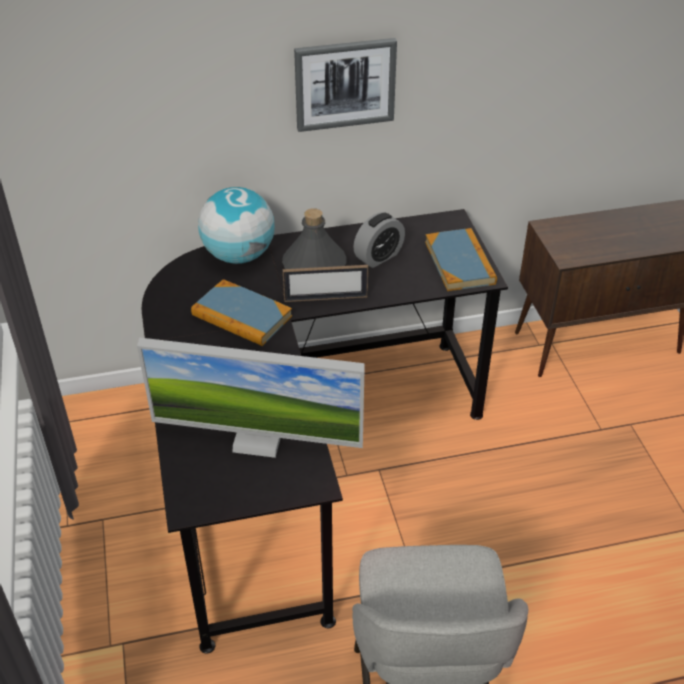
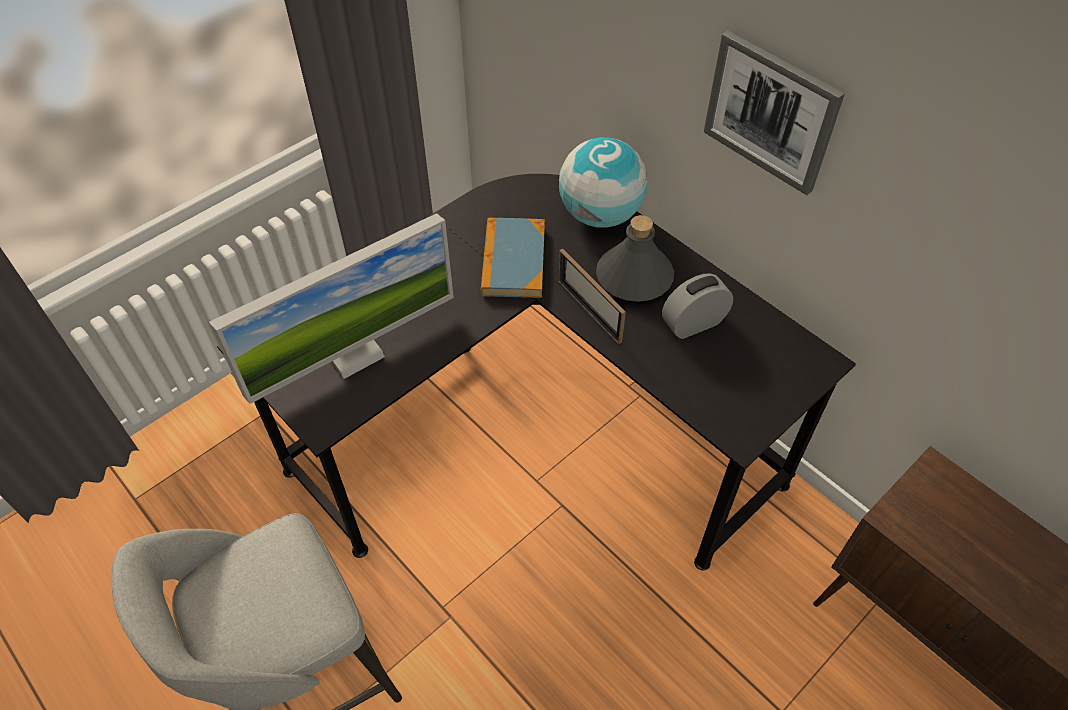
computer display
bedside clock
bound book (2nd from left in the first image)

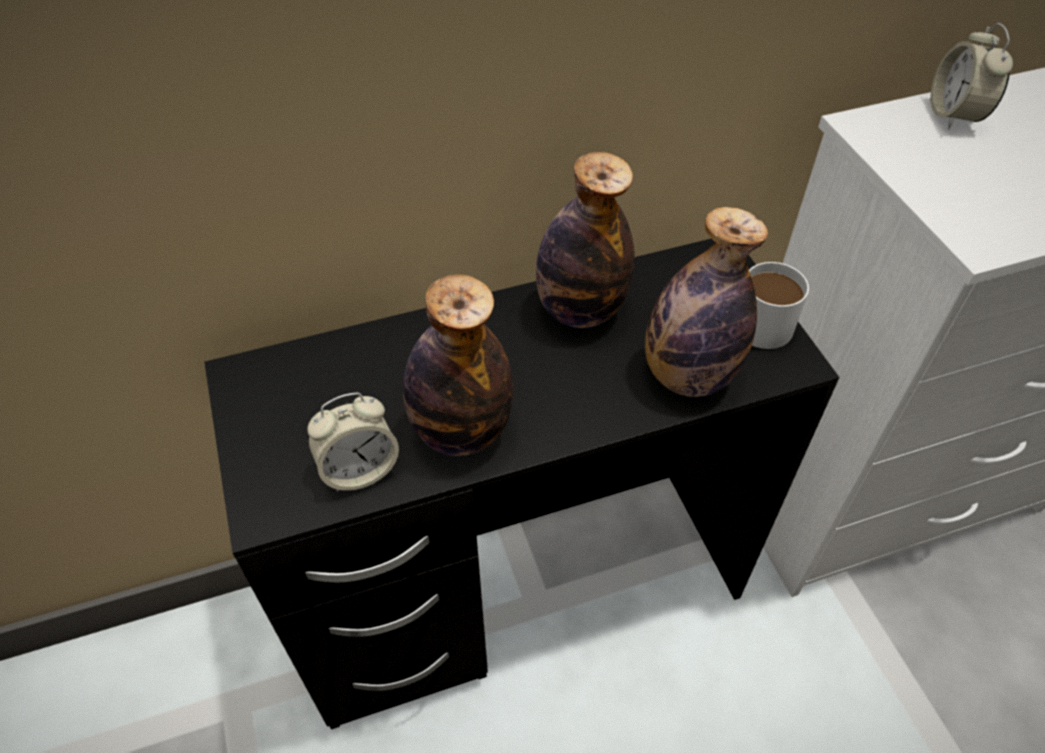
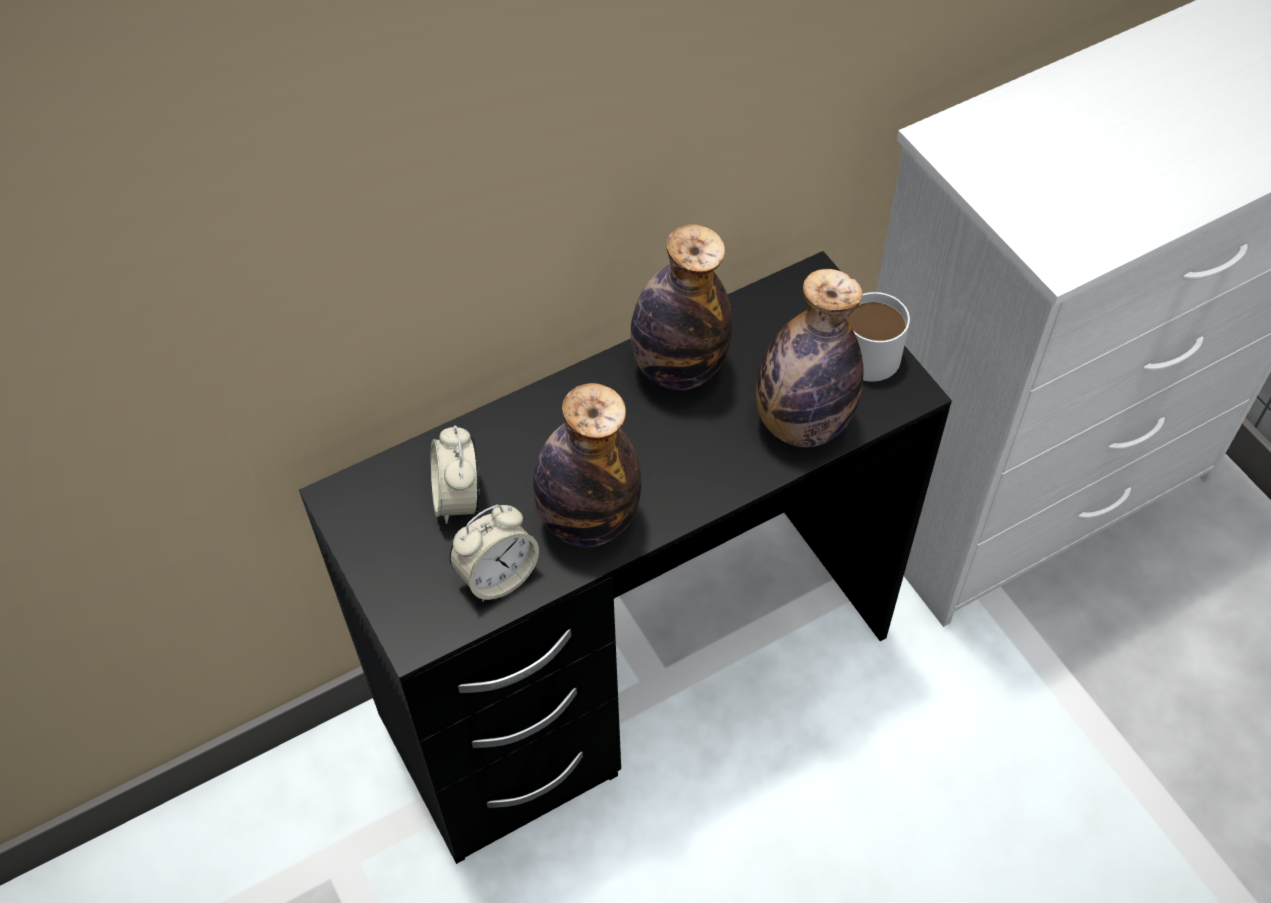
bedside clock (1st from left)

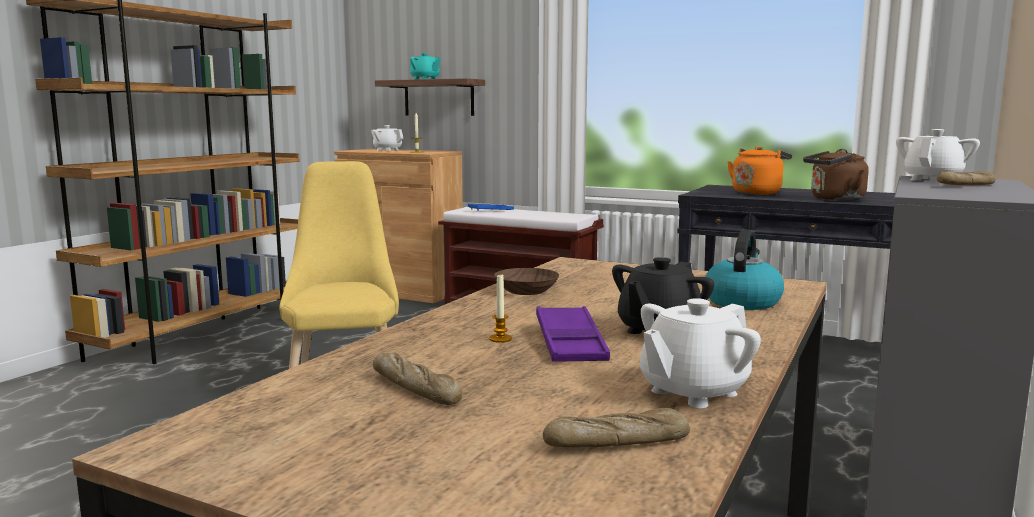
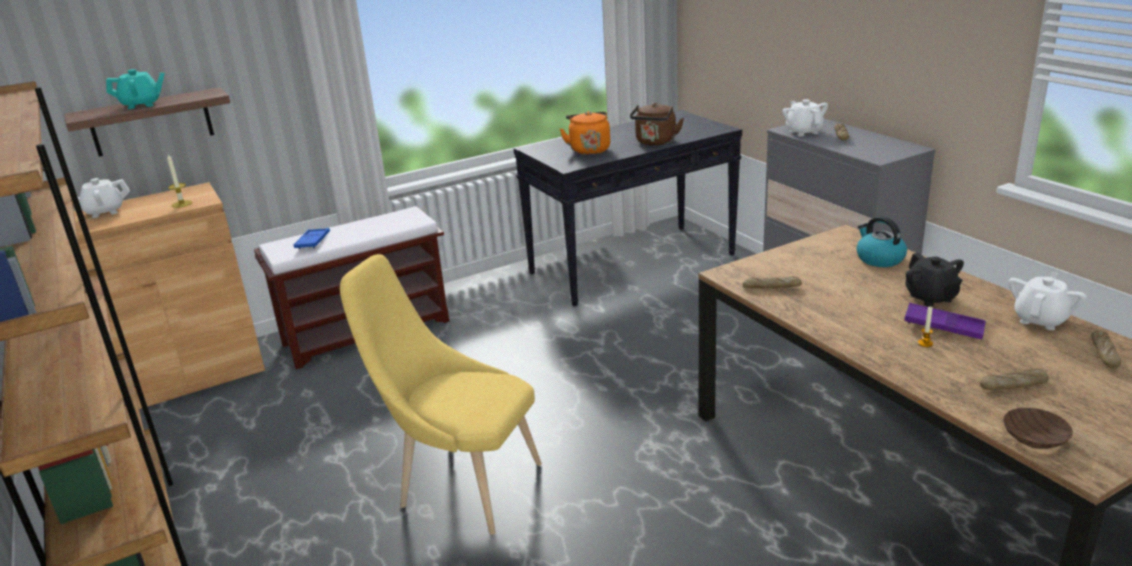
baked bread (1st from left)
bowl/brown-coloured
teapot/whitish (3rd from left)

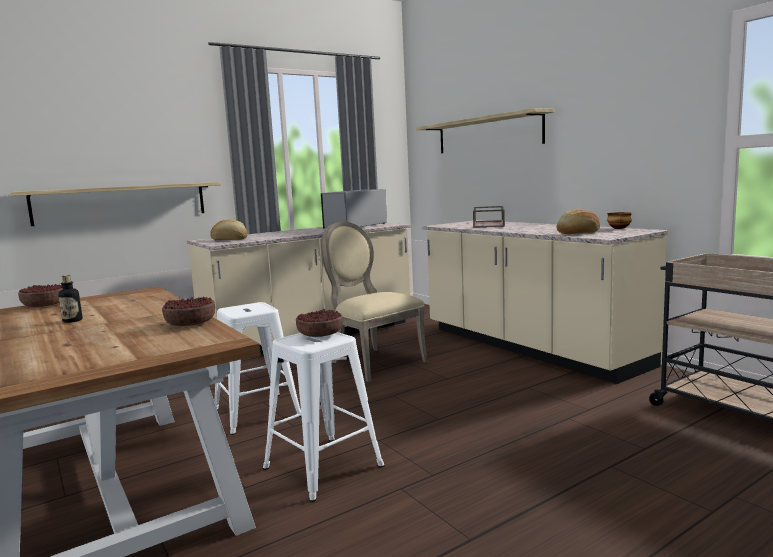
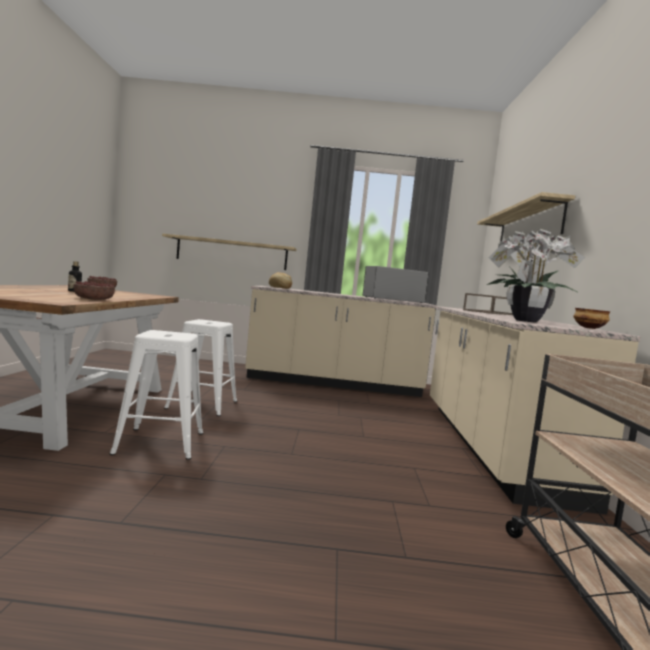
houseplant
bowl (3rd from left in the first image)
chair/sand-coloured

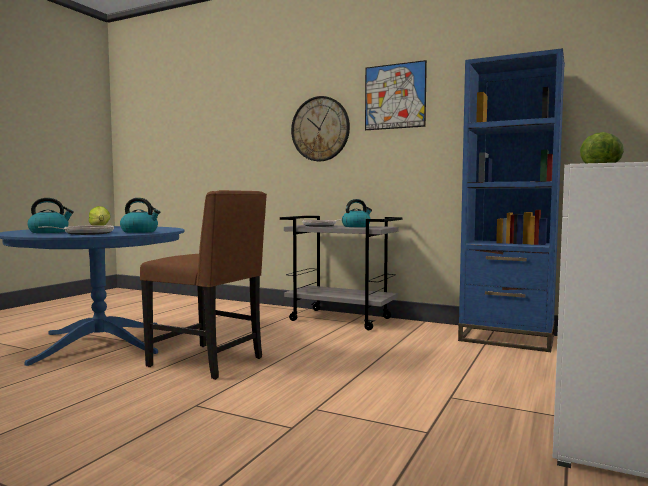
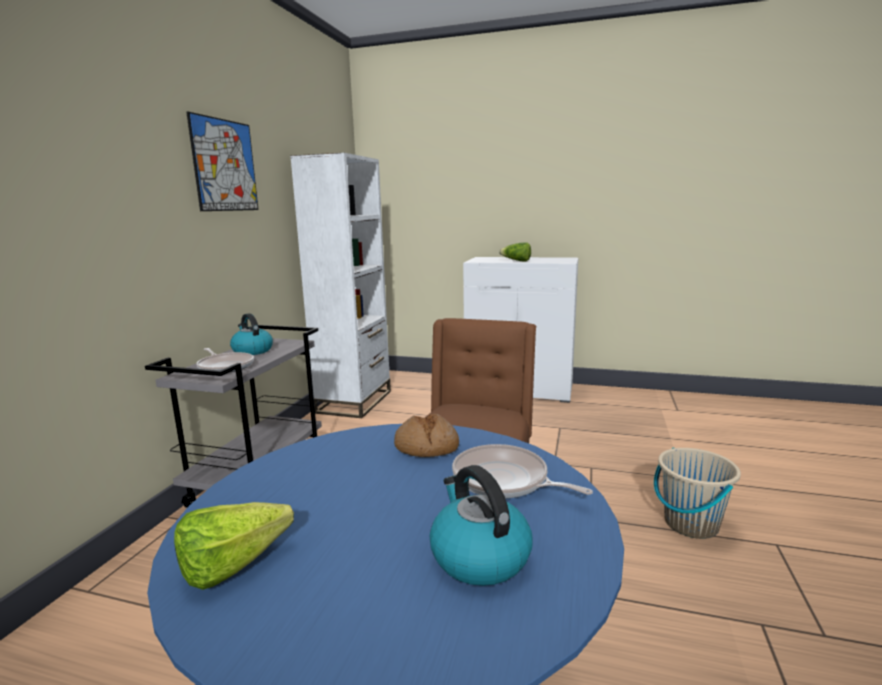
bookshelf/whitish
baked bread
bucket/sand-coloured
clock on the wall

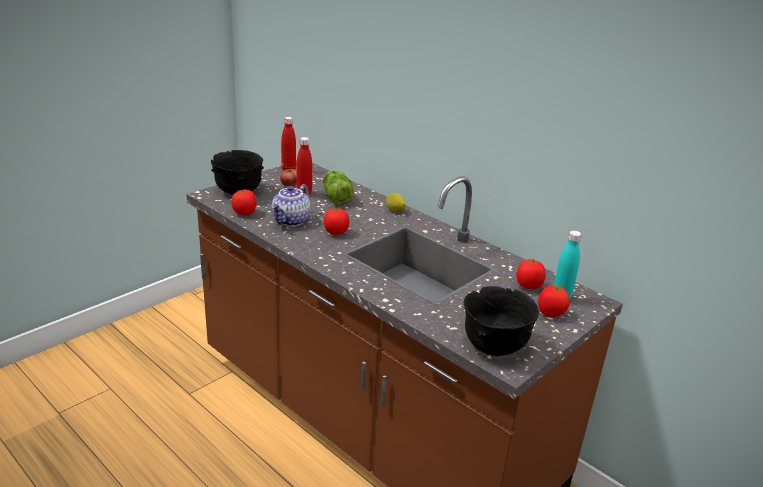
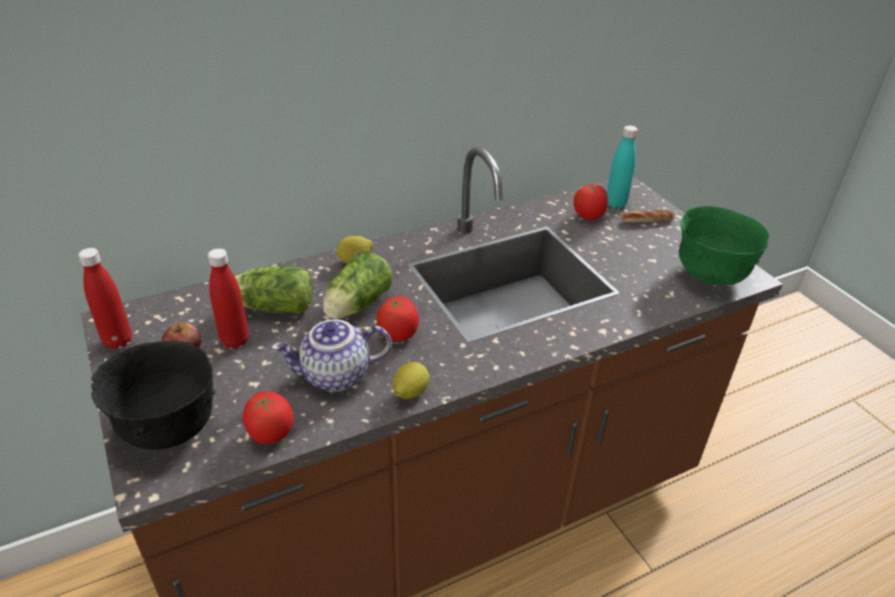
teapot
head of lettuce (2nd from left)
lemon (2nd from left)
baked bread
bowl/greenish

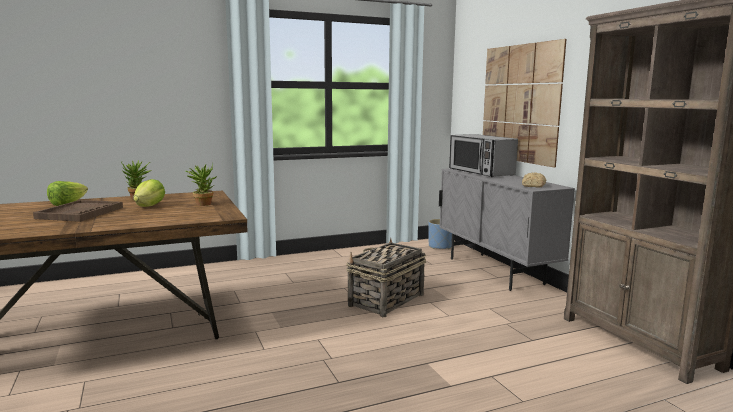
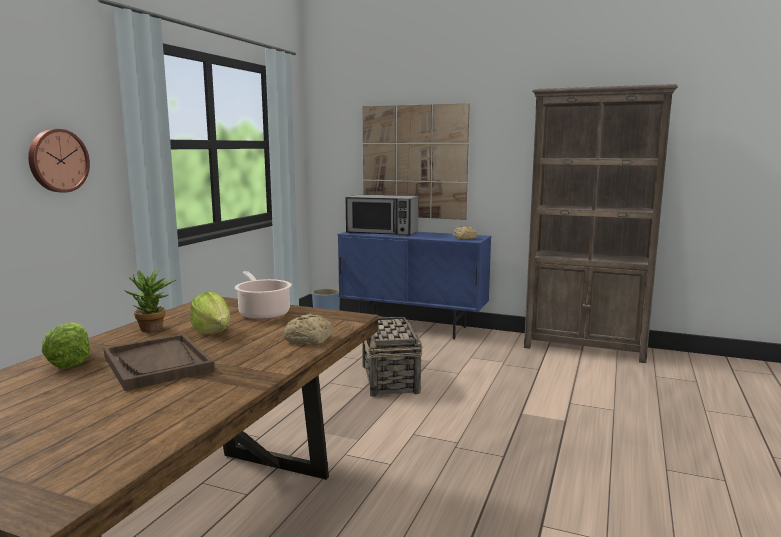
clock on the wall
stockpot
baked bread (1st from left)
cabinet/bluish

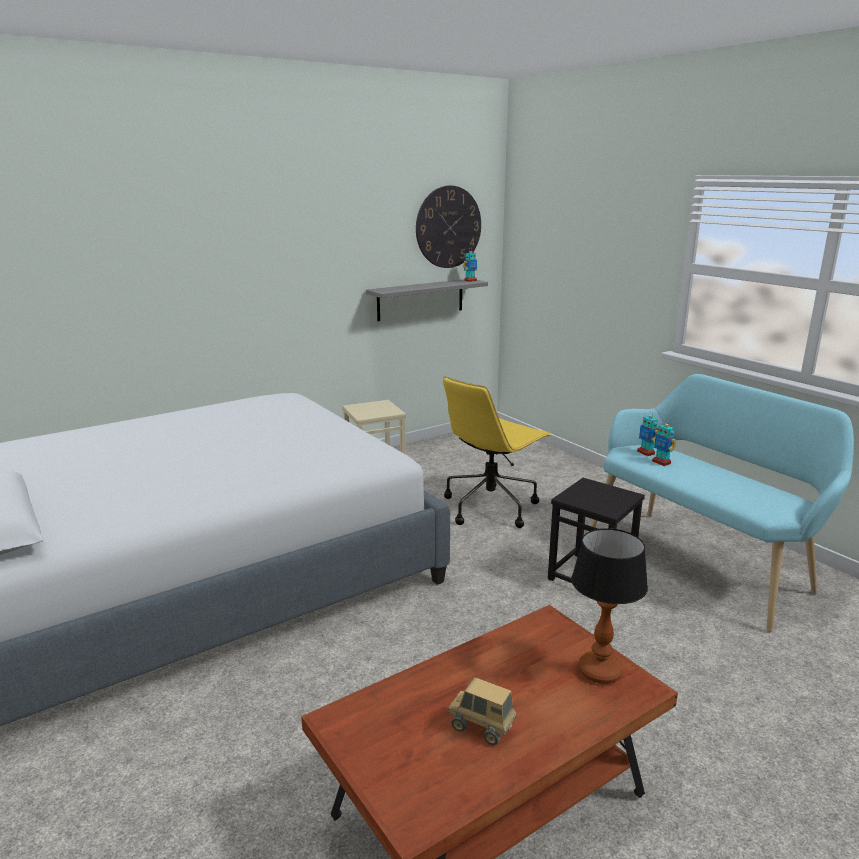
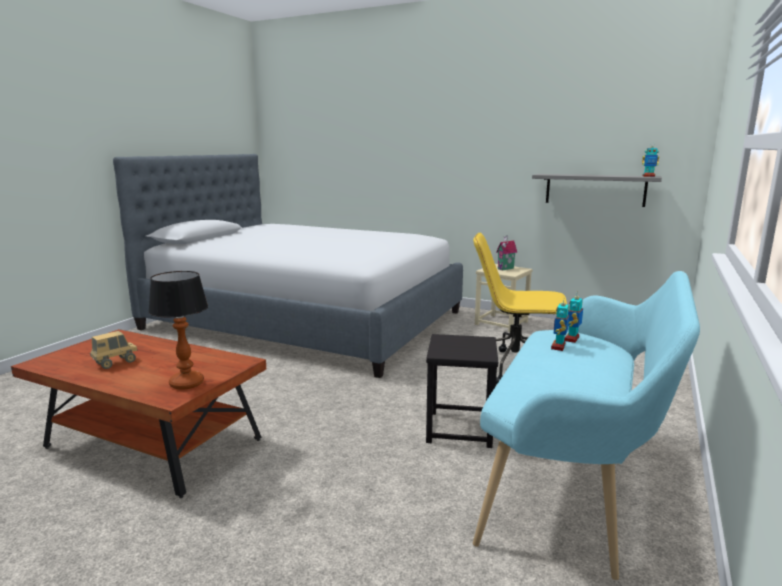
toy truck
miniature house
clock on the wall

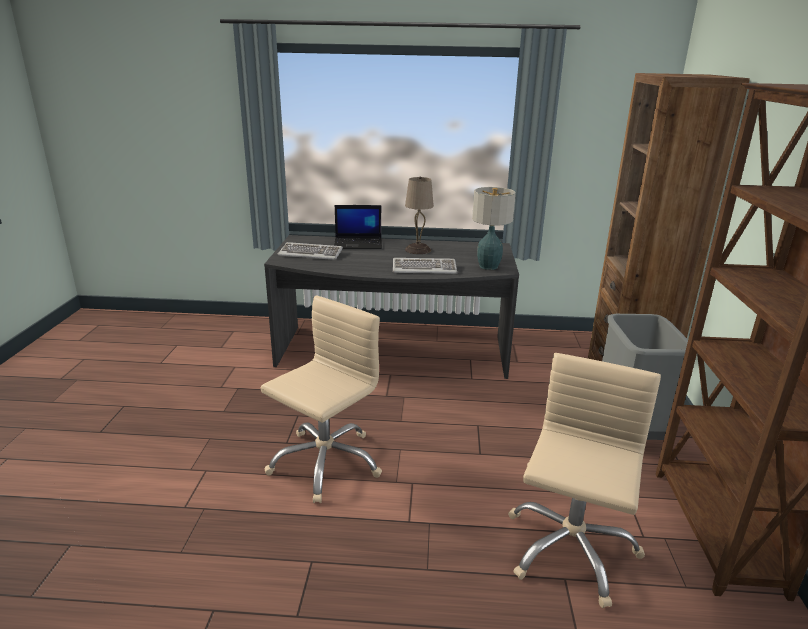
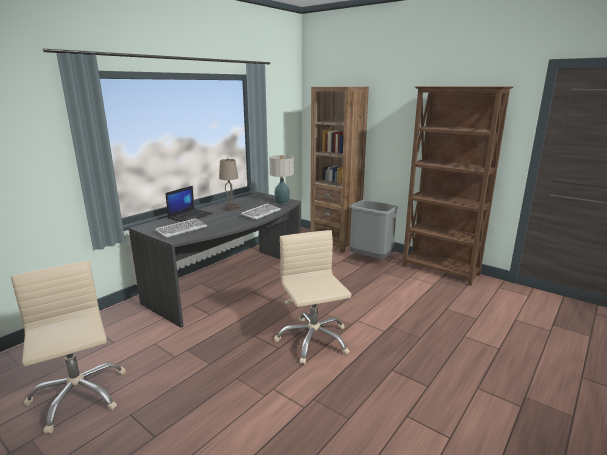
desk chair/sand-coloured (1st from left)

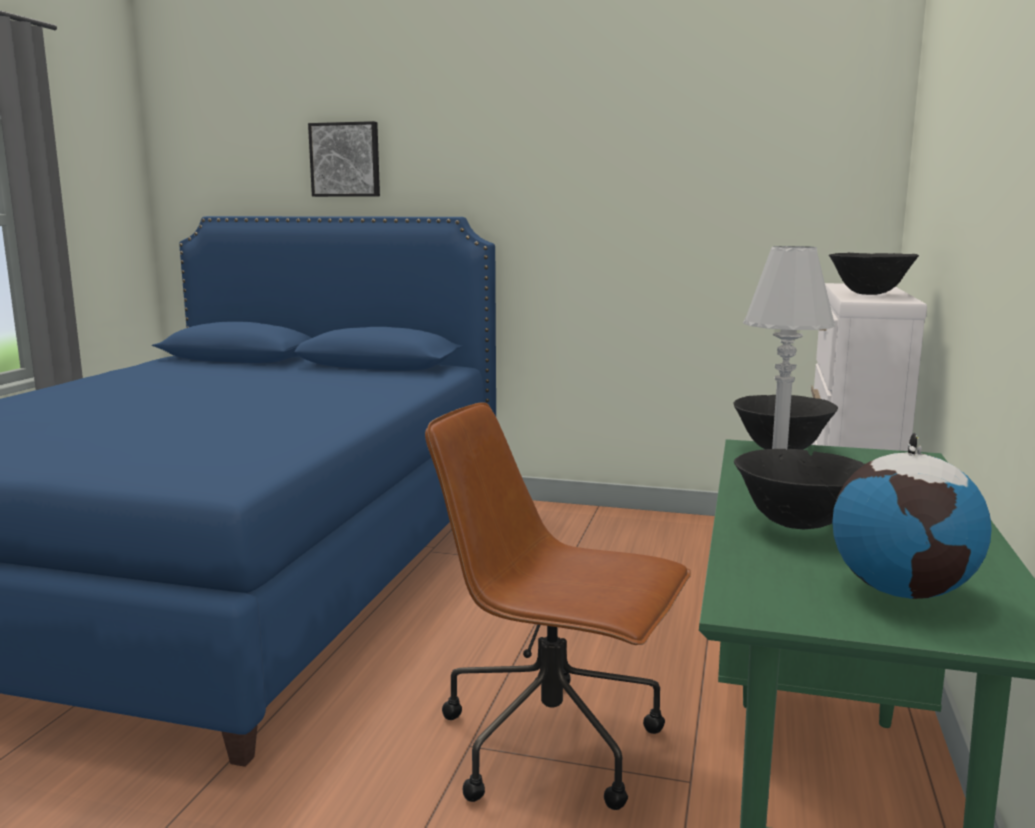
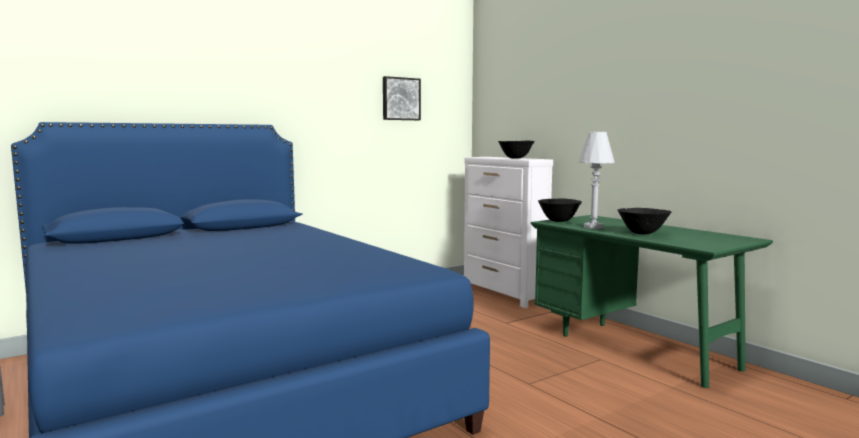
wall picture
desk chair/brown-coloured
desk globe

